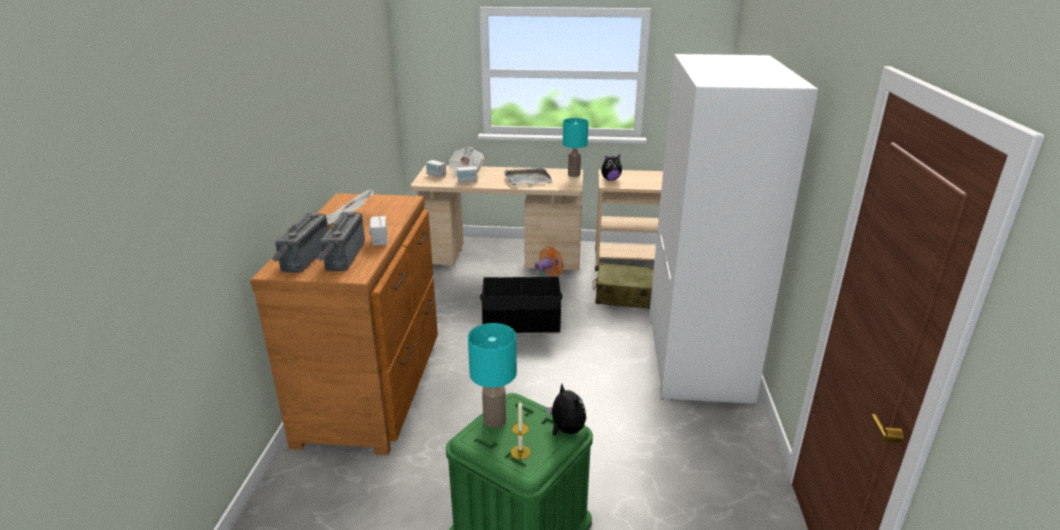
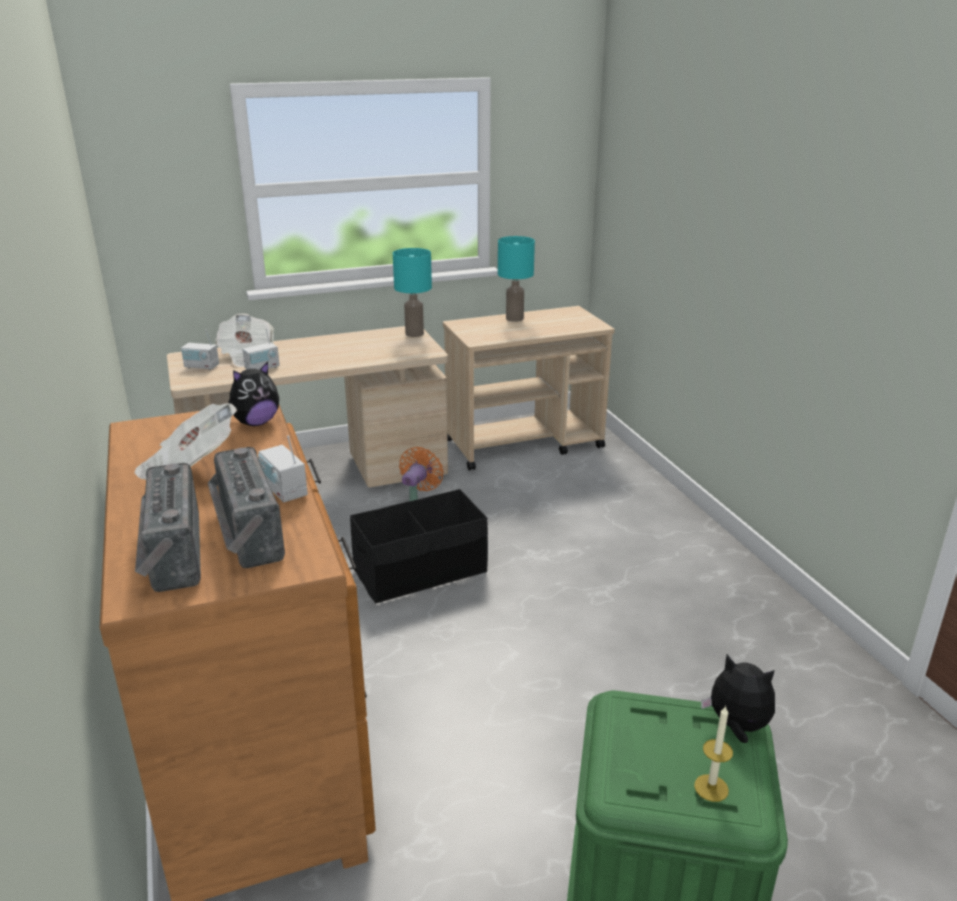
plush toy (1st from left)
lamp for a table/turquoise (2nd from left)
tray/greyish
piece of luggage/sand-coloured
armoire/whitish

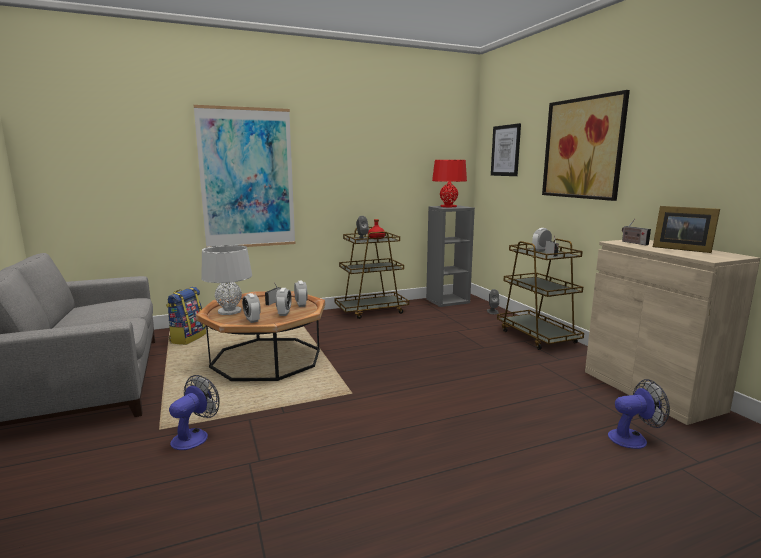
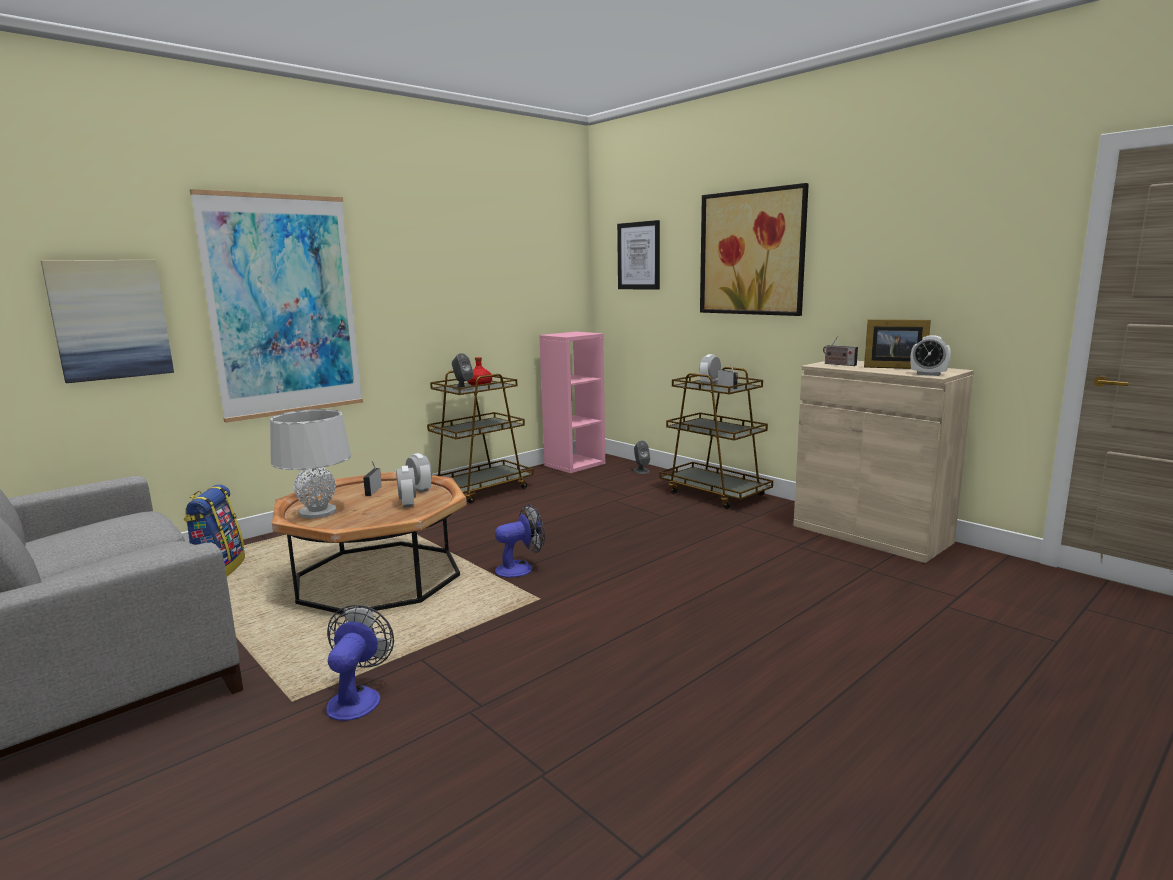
wall picture (1st from left)
electric fan (2nd from left)
bookshelf/pinkish
bedside clock (4th from left)
lamp for a table/red

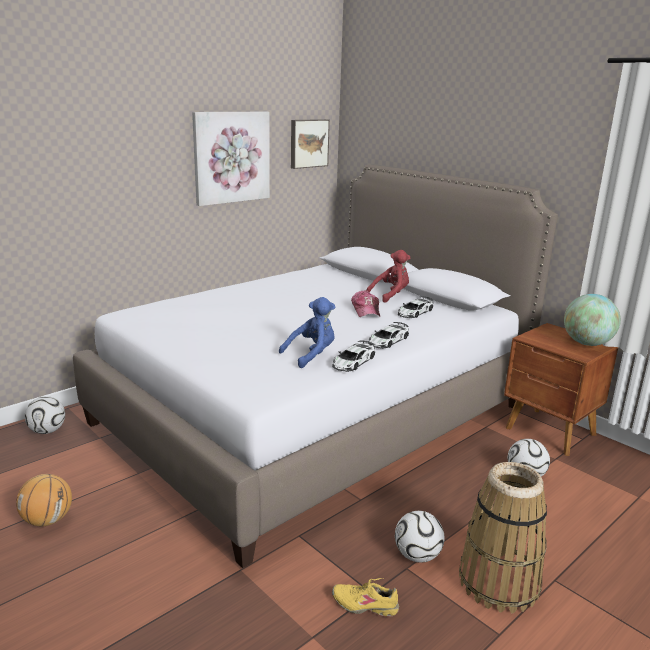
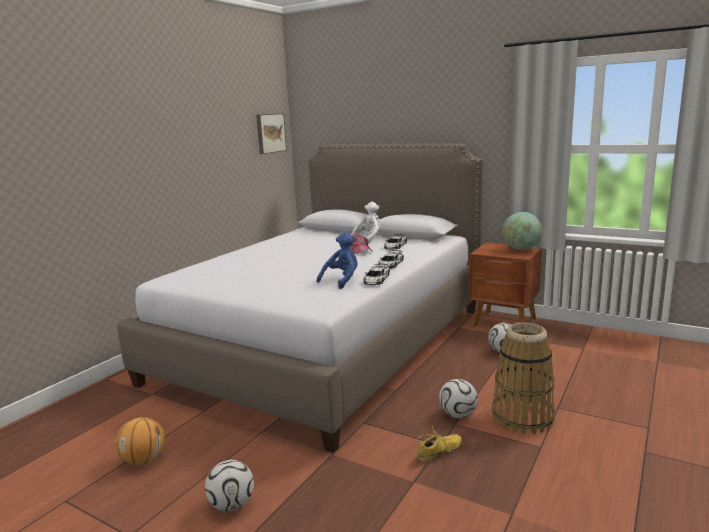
football ball (1st from left)
plush toy/whitish
item of footwear/yellow
wall picture (1st from left in the first image)

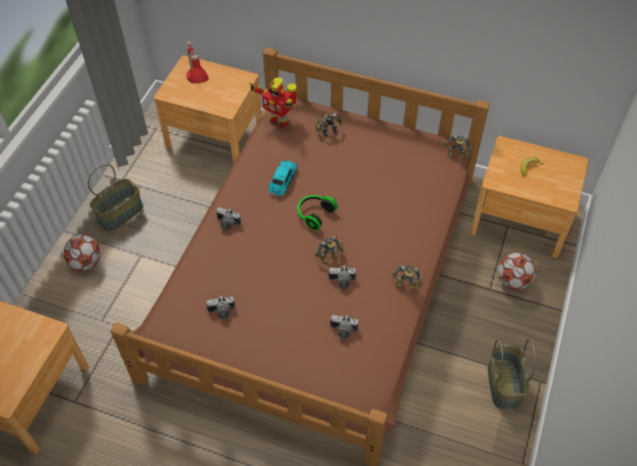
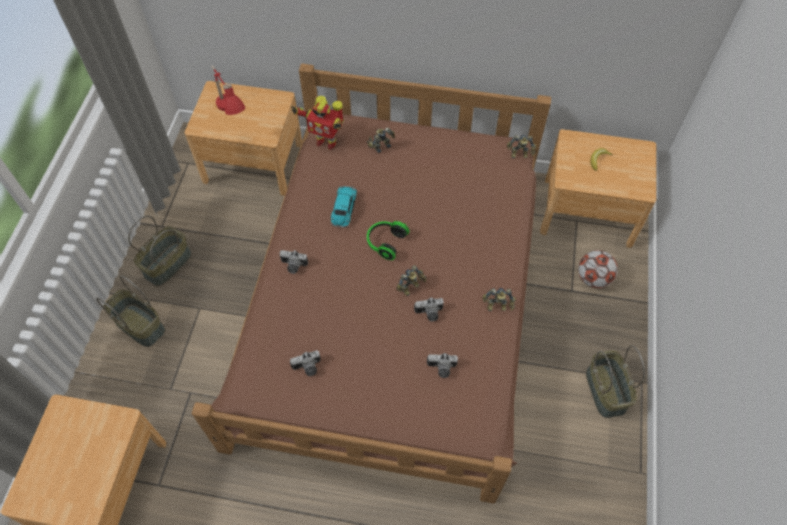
storage basket (1st from left)

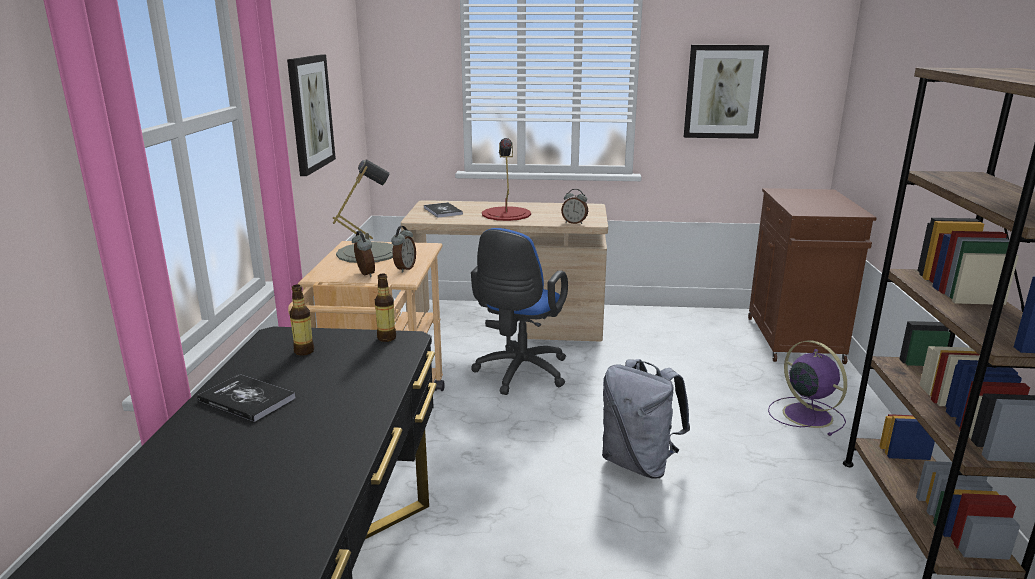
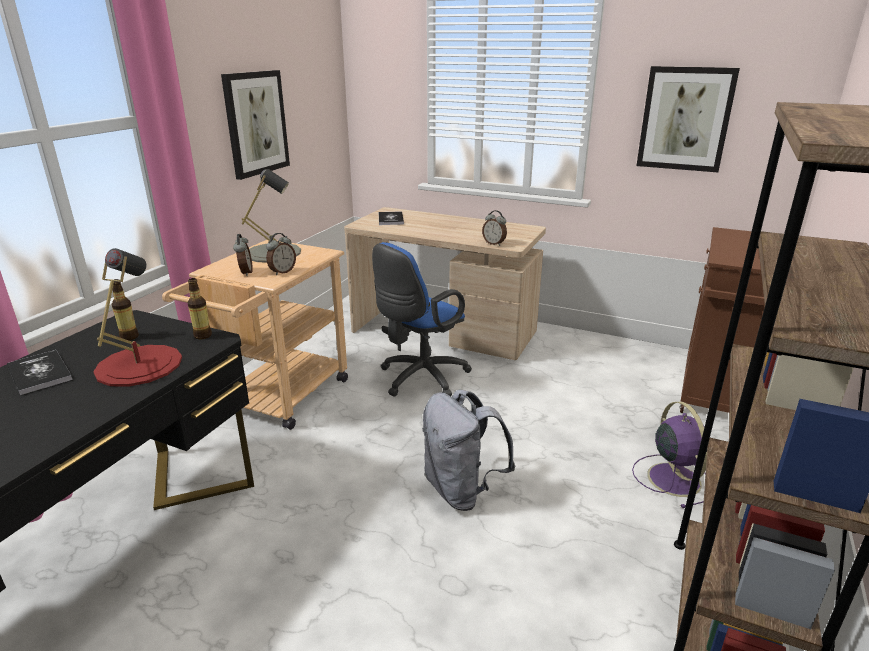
lamp for a table/red

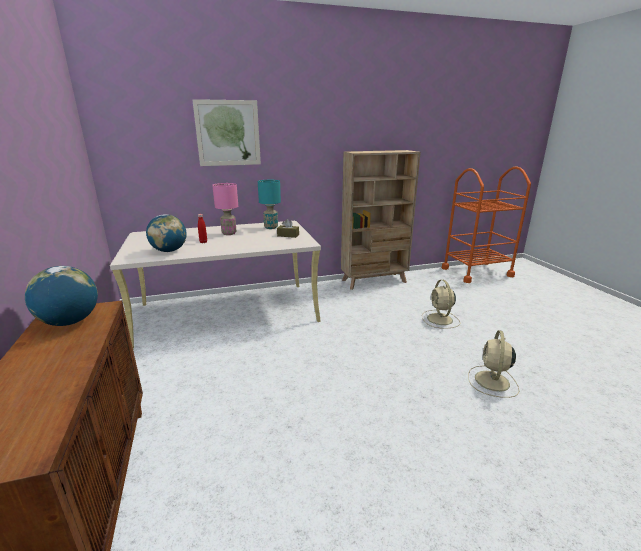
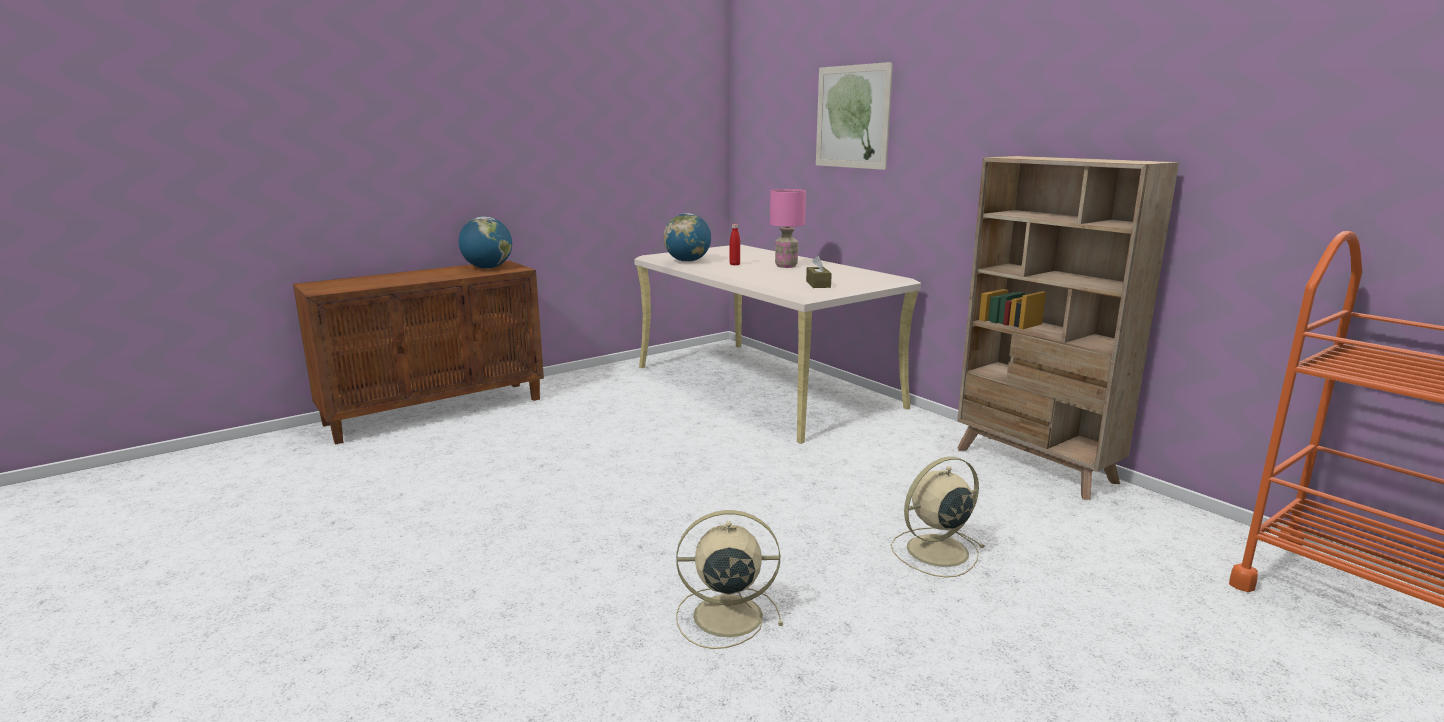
lamp for a table/turquoise

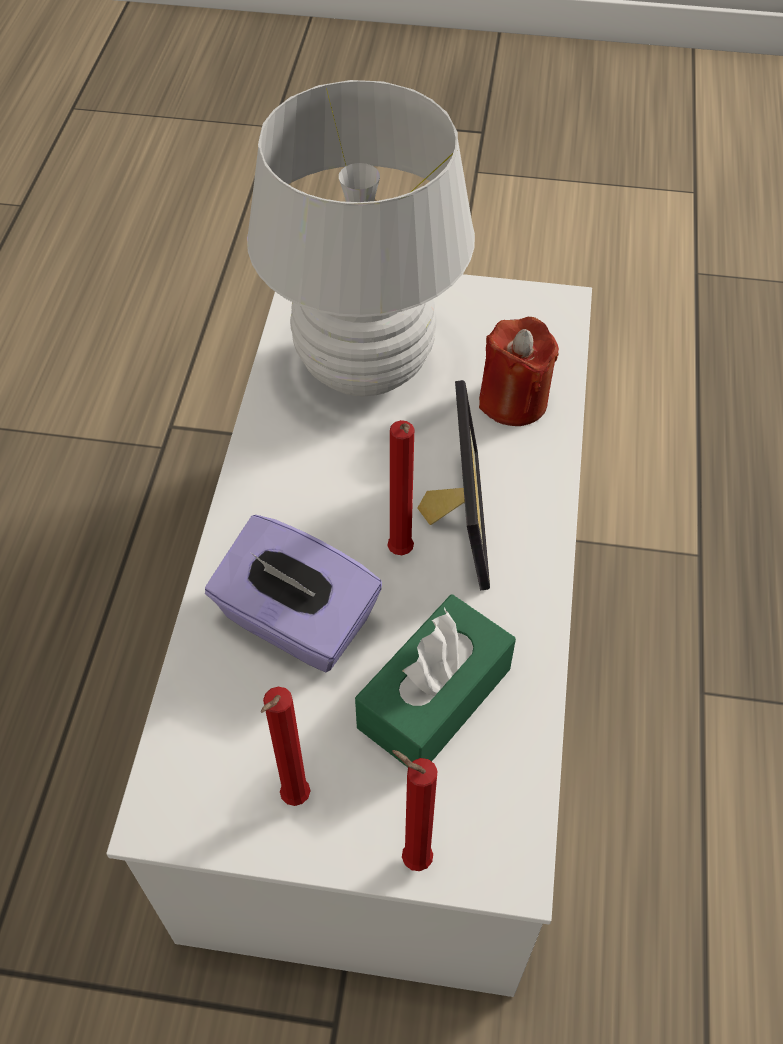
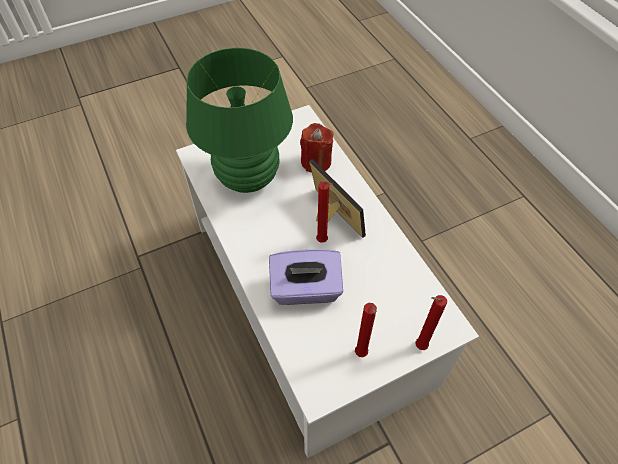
lamp for a table/greenish
tissue holder/greenish

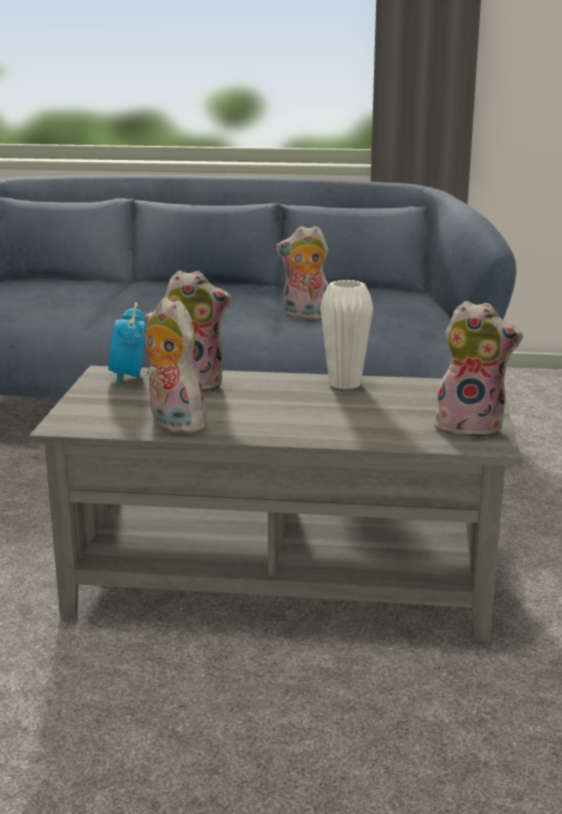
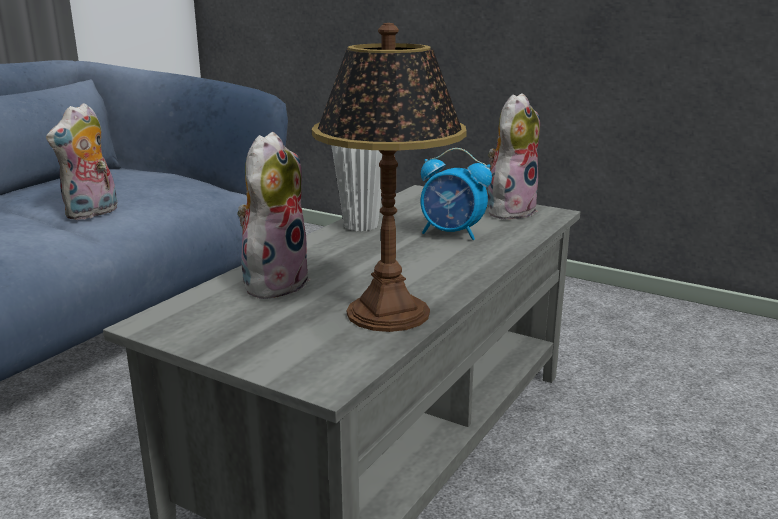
lamp for a table
bedside clock

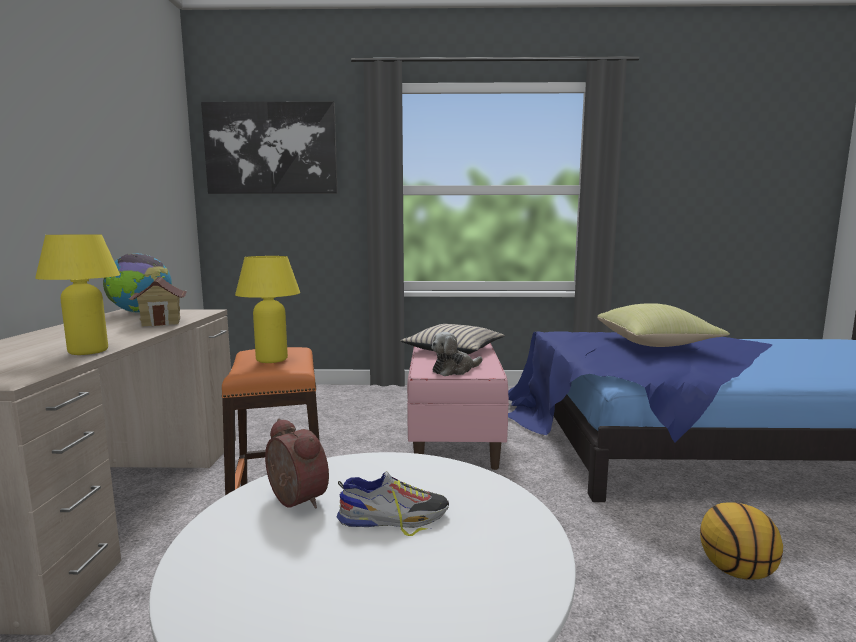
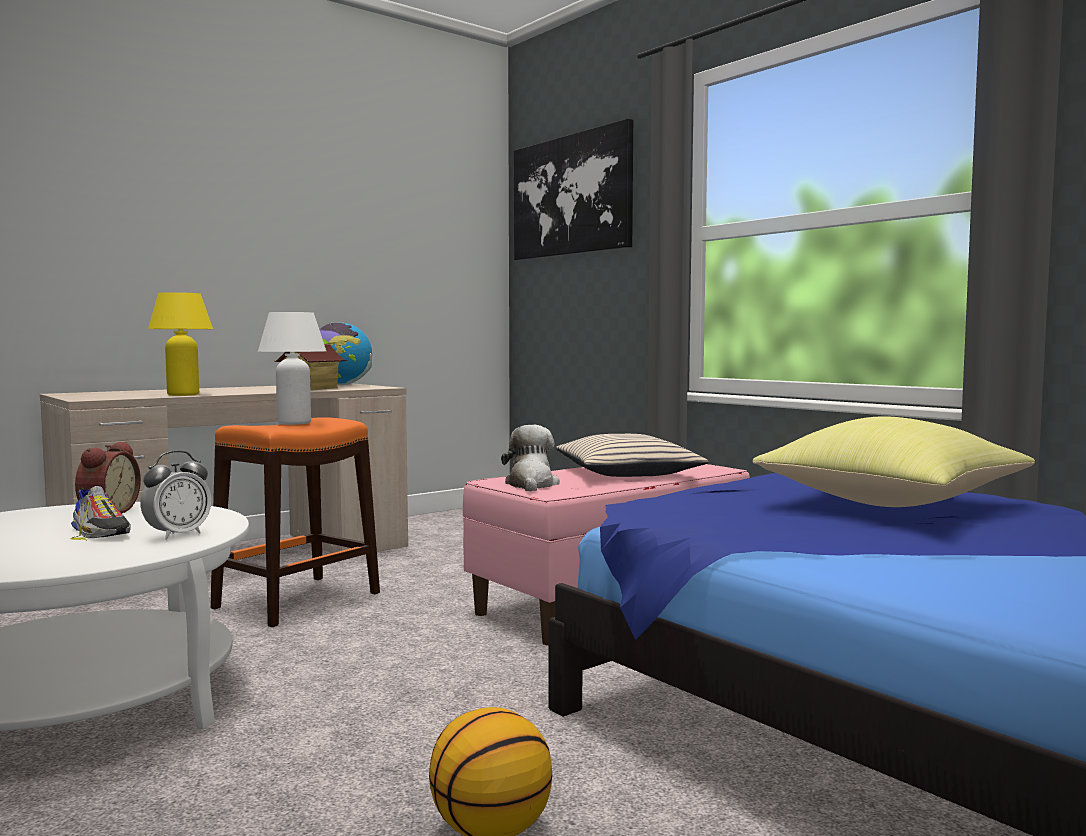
bedside clock (2nd from left)
lamp for a table/whitish
plush toy

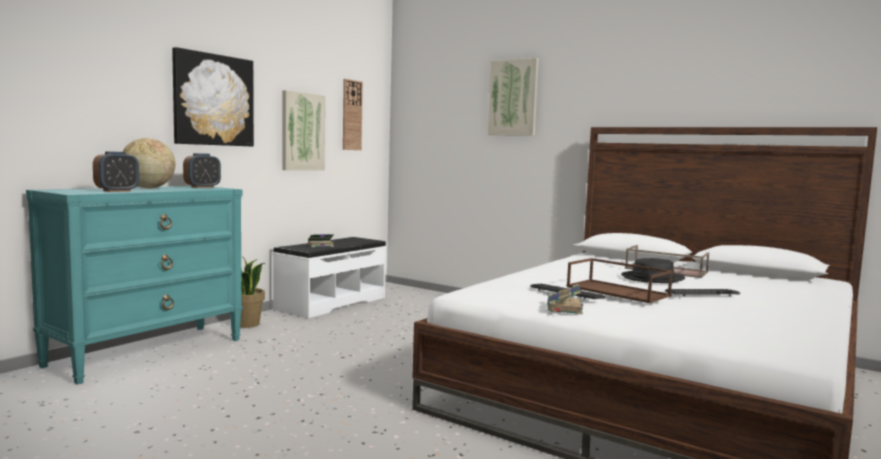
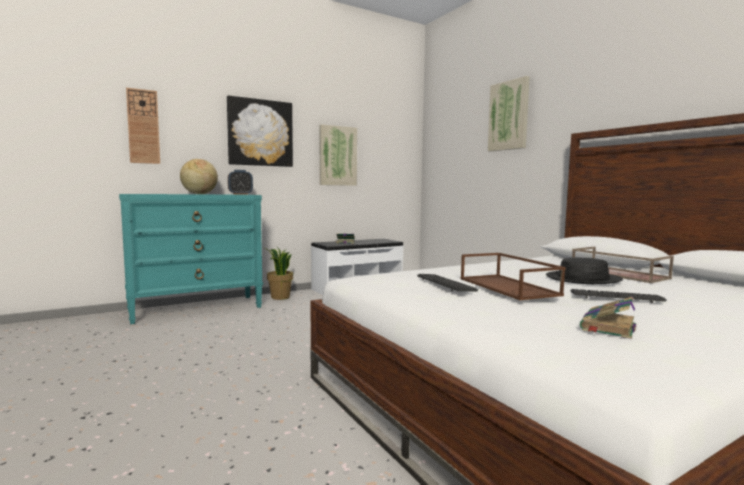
clock on the wall
bound book (2nd from left)
bedside clock (1st from left in the first image)

